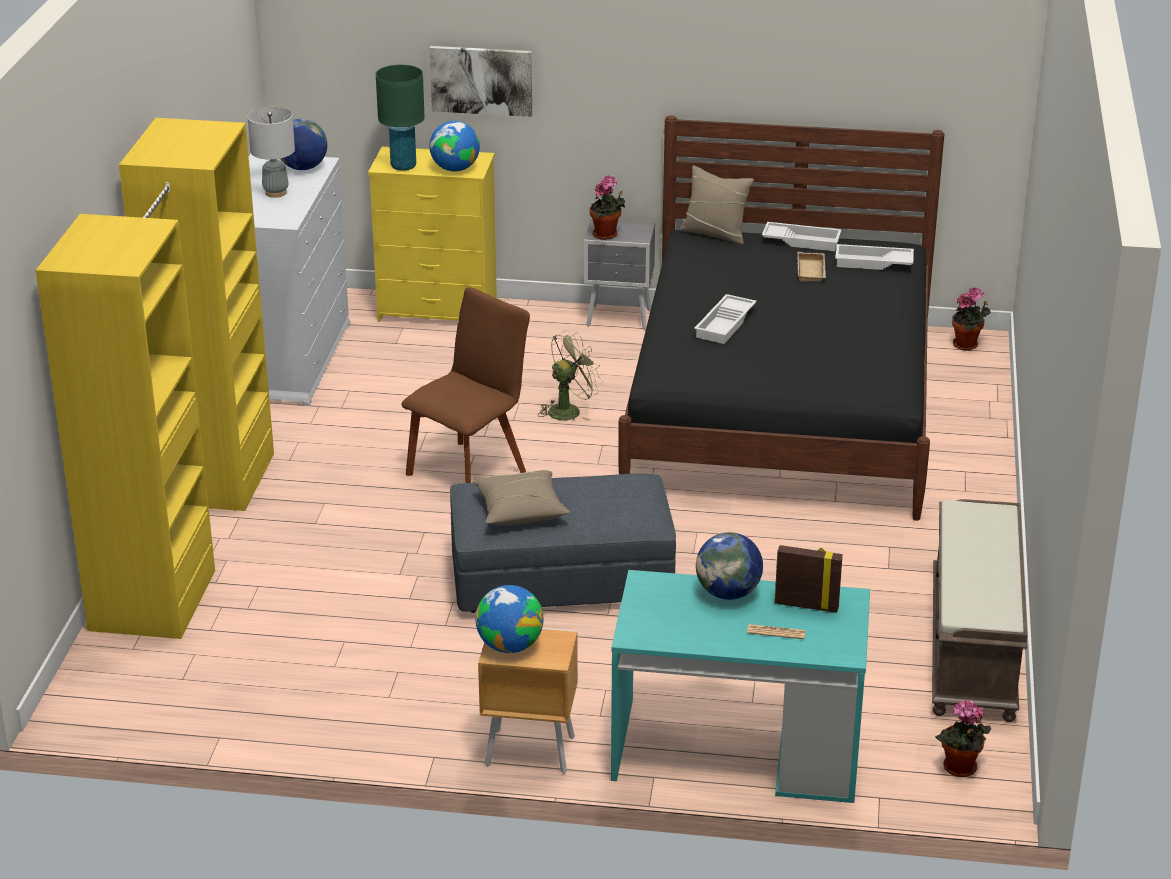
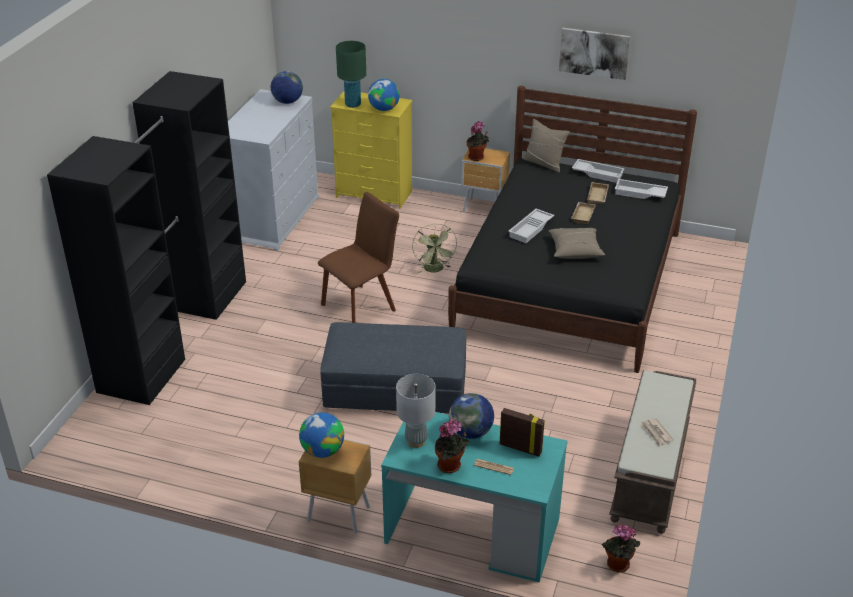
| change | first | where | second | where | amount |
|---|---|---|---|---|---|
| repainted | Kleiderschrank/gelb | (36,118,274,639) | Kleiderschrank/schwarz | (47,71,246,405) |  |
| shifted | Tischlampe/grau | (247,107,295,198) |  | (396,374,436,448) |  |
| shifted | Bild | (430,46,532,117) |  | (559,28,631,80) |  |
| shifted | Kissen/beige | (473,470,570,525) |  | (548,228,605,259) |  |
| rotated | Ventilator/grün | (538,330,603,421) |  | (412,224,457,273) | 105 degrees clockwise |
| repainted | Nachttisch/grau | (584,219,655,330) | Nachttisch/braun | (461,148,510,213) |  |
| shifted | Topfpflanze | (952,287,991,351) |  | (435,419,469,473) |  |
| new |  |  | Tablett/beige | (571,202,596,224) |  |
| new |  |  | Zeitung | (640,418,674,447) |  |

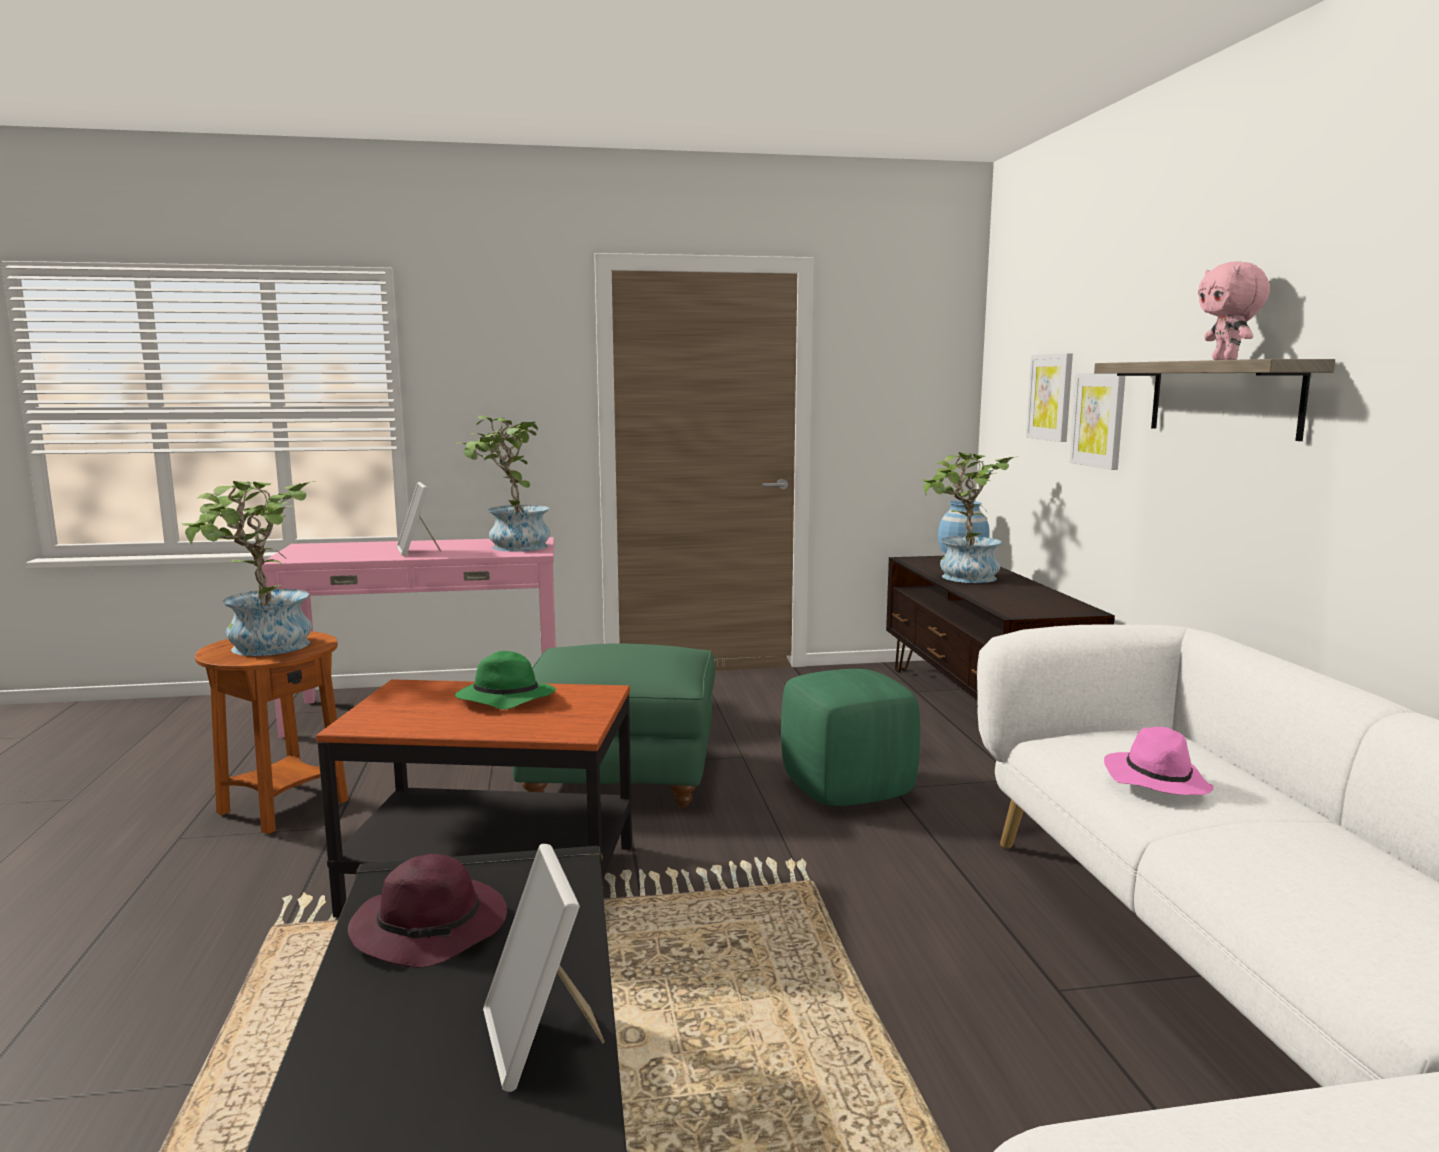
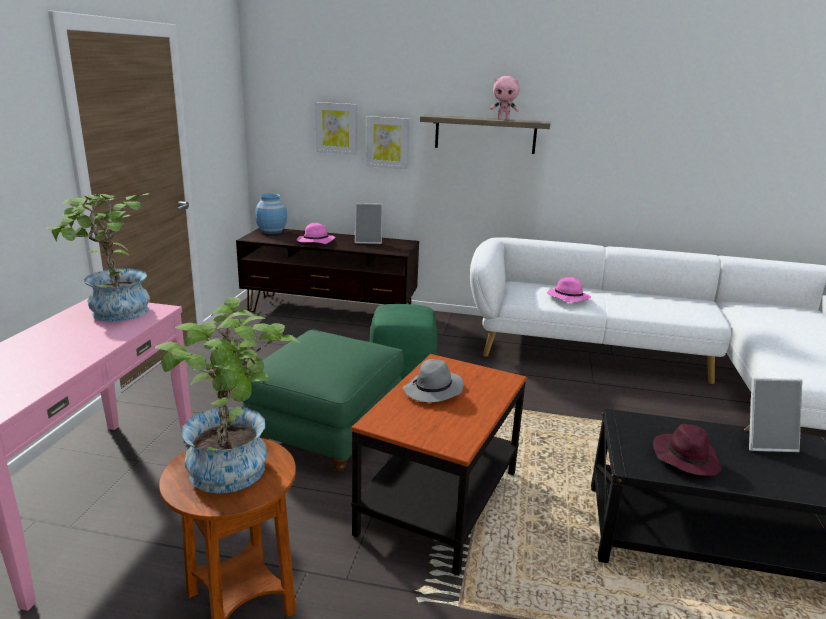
| change | first | where | second | where | amount |
|---|---|---|---|---|---|
| shifted | Bilderrahmen | (397,482,441,556) |  | (355,203,383,244) |  |
| repainted | Hut/grün | (455,651,556,710) | Hut/grau | (403,359,463,402) |  |
| swapped | Topfpflanze | (920,452,1014,583) | Hut/rosa | (297,223,335,244) |  |

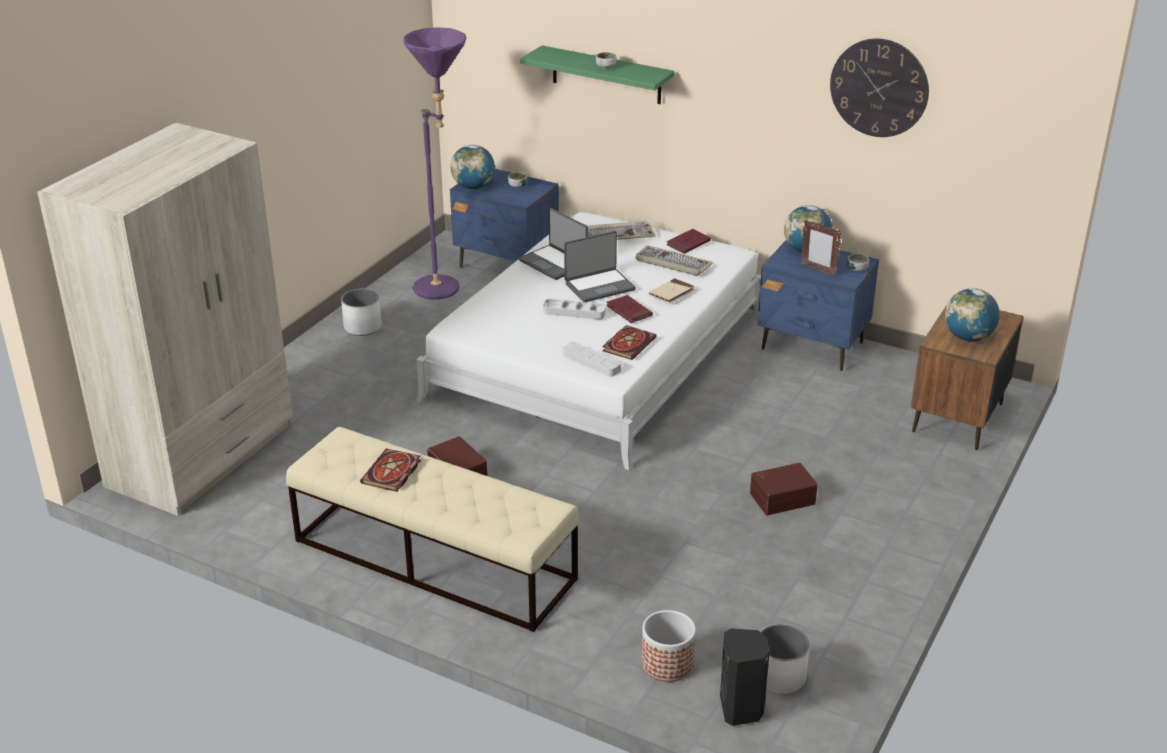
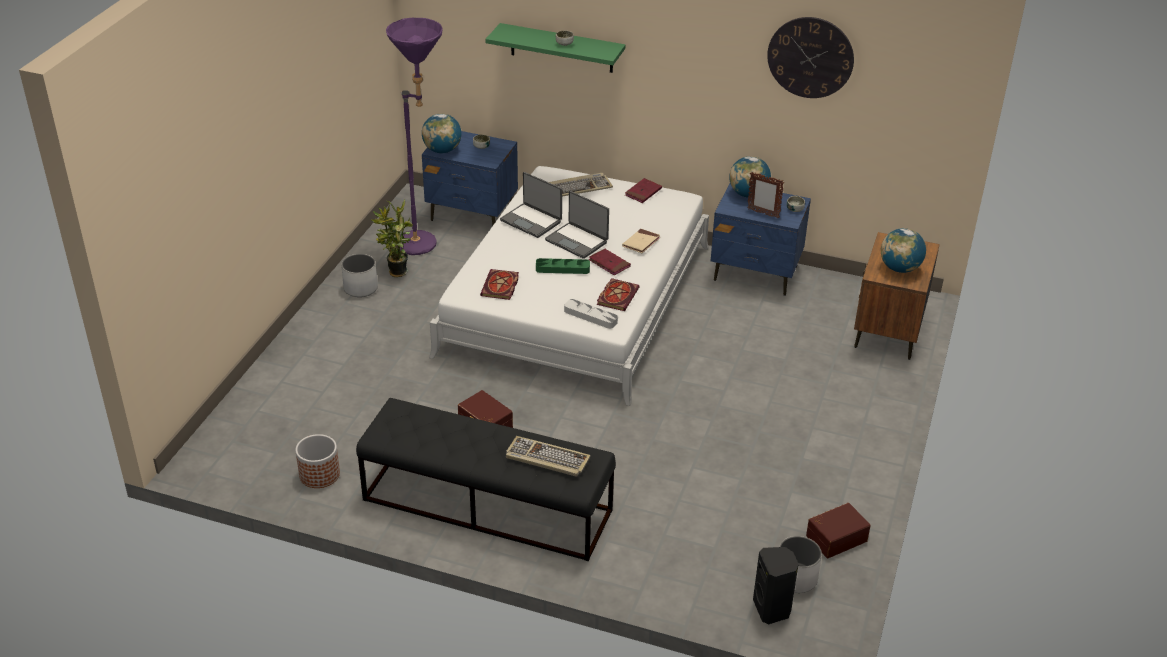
| change | first | where | second | where | amount |
|---|---|---|---|---|---|
| gone | Kleiderschrank/beige | (37,123,293,516) |  |  |  |
| repainted | Bank/beige | (286,427,579,632) | Bank/schwarz | (356,398,616,561) |  |
| shifted | Buch | (360,448,421,492) |  | (480,269,519,300) |  |
| repainted | Tablett/grau | (543,299,606,319) | Tablett/grün | (536,258,590,274) |  |
| rotated | Laptop | (564,231,636,302) |  | (545,191,609,259) | 75 degrees clockwise |
| shifted | Tastatur | (635,245,713,276) |  | (506,436,590,477) |  |
| shifted | Pflanzkübel | (642,610,696,682) |  | (295,434,340,488) |  |
| shifted | Aufbewahrungsbox/braun | (750,462,818,515) |  | (806,503,871,558) |  |
| new |  |  | Topfpflanze | (371,199,413,277) |  |

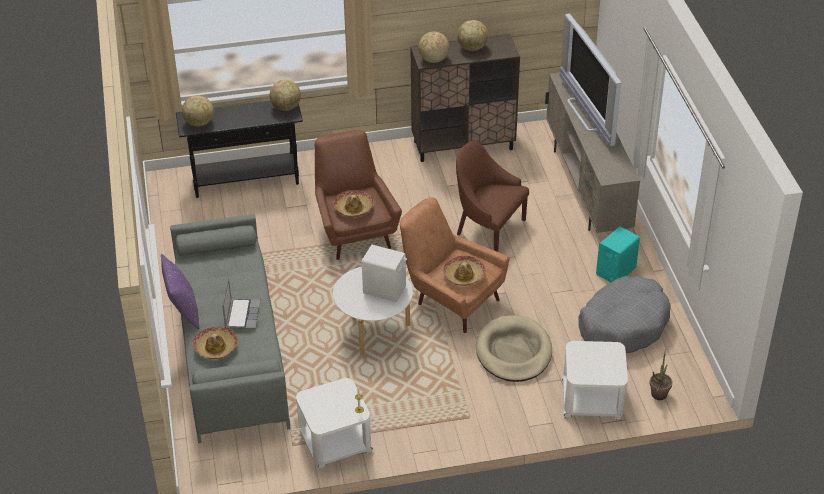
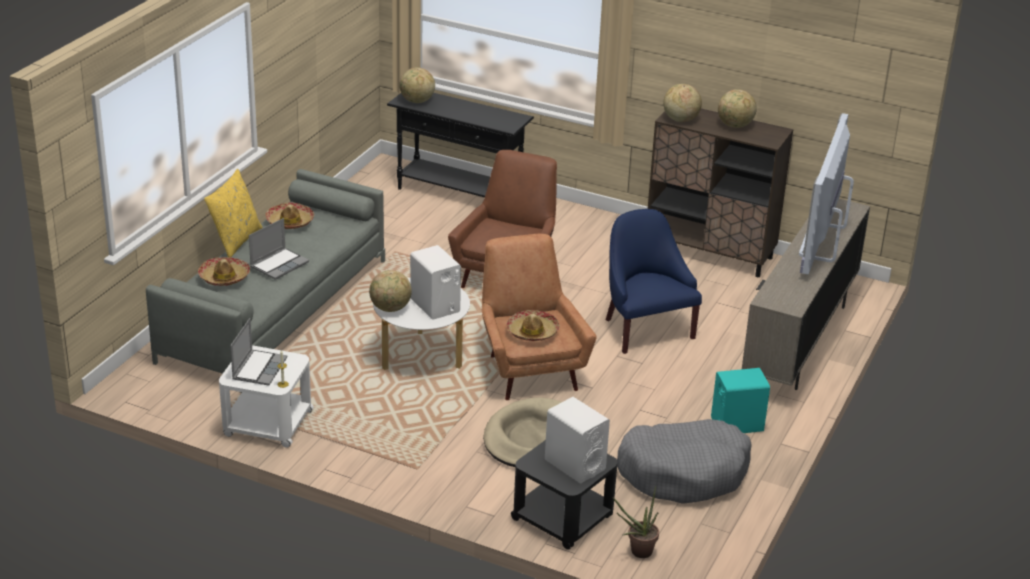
| change | first | where | second | where | amount |
|---|---|---|---|---|---|
| repainted | Kissen/lila | (161,254,199,330) | Kissen/gelb | (204,169,263,257) |  |
| shifted | Globus | (270,80,301,111) |  | (369,270,412,312) |  |
| shifted | Hut | (334,190,374,217) |  | (265,202,314,229) |  |
| repainted | Sessel/braun | (456,140,529,252) | Sessel/blau | (606,209,702,354) |  |
| repainted | Beistelltisch/weiß | (562,341,628,420) | Beistelltisch/schwarz | (511,440,618,550) |  |
| new |  |  | Laptop | (230,318,287,386) |  |
| new |  |  | Lautsprecher/weiß | (545,397,610,483) |  |

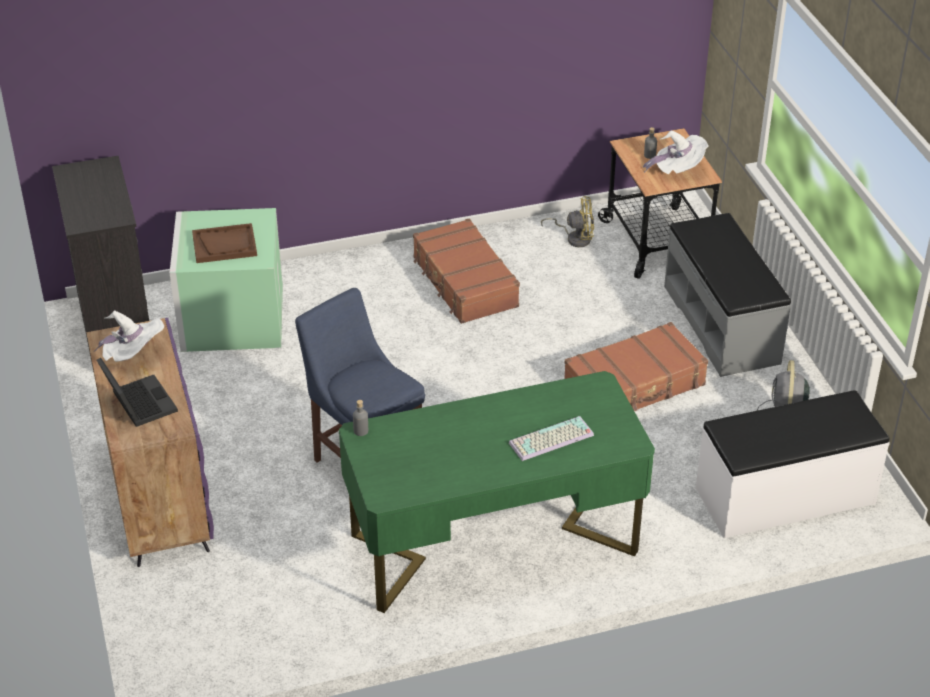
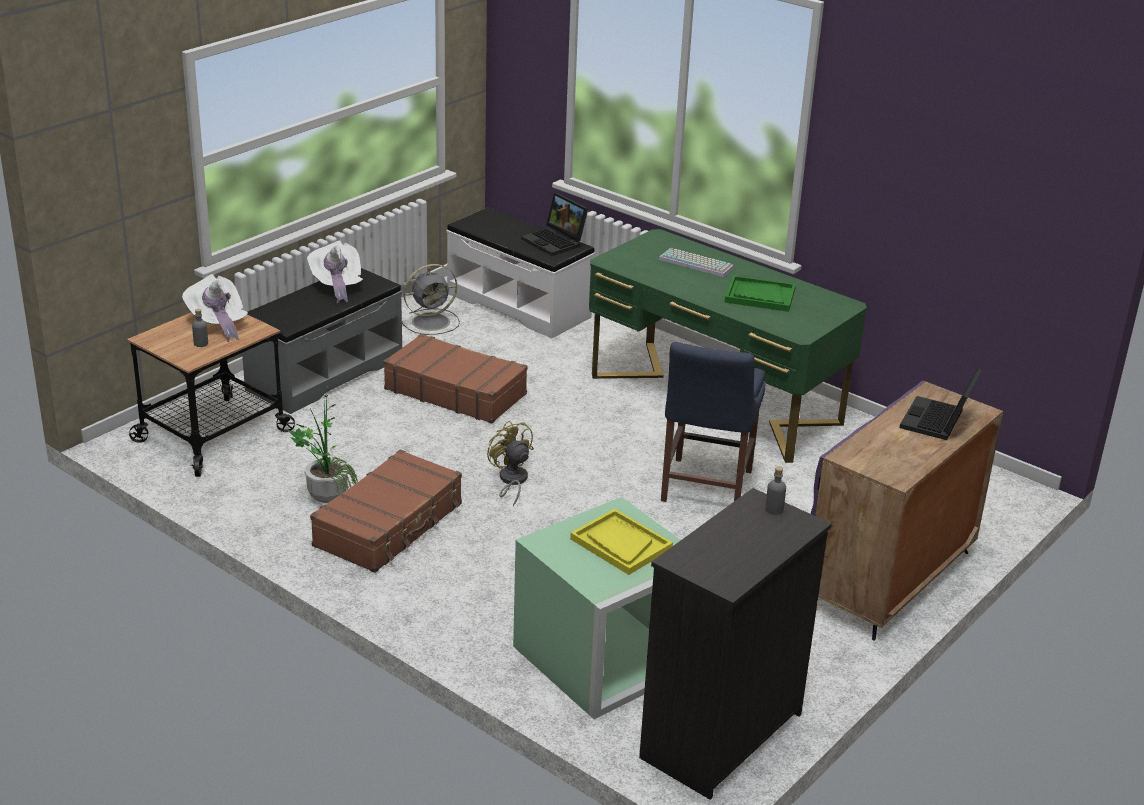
| change | first | where | second | where | amount |
|---|---|---|---|---|---|
| shifted | Hut/weiß | (94,311,164,362) |  | (307,240,363,303) |  |
| repainted | Tablett/braun | (192,223,257,263) | Tablett/gelb | (570,509,673,575) |  |
| shifted | Flasche/grau | (353,400,368,436) |  | (765,466,786,515) |  |
| shifted | Ventilator/gelb | (541,196,594,247) |  | (487,421,534,507) |  |
| new |  |  | Topfpflanze | (287,395,358,503) |  |
| new |  |  | Laptop | (521,193,588,256) |  |
| new |  |  | Tablett/grün | (725,275,796,312) |  |

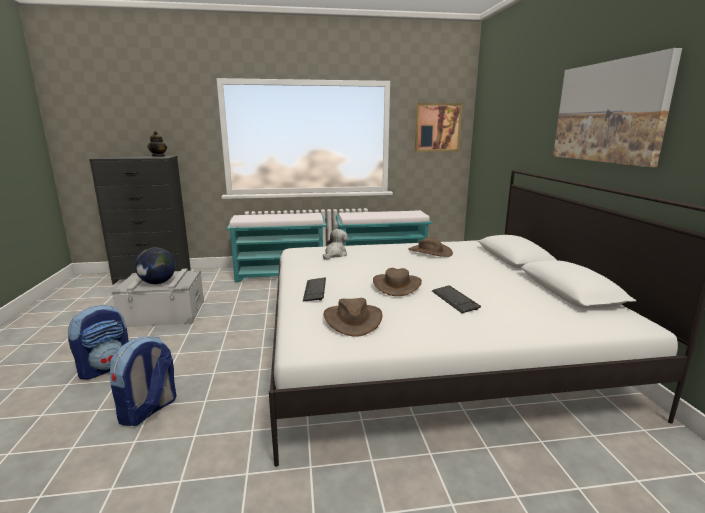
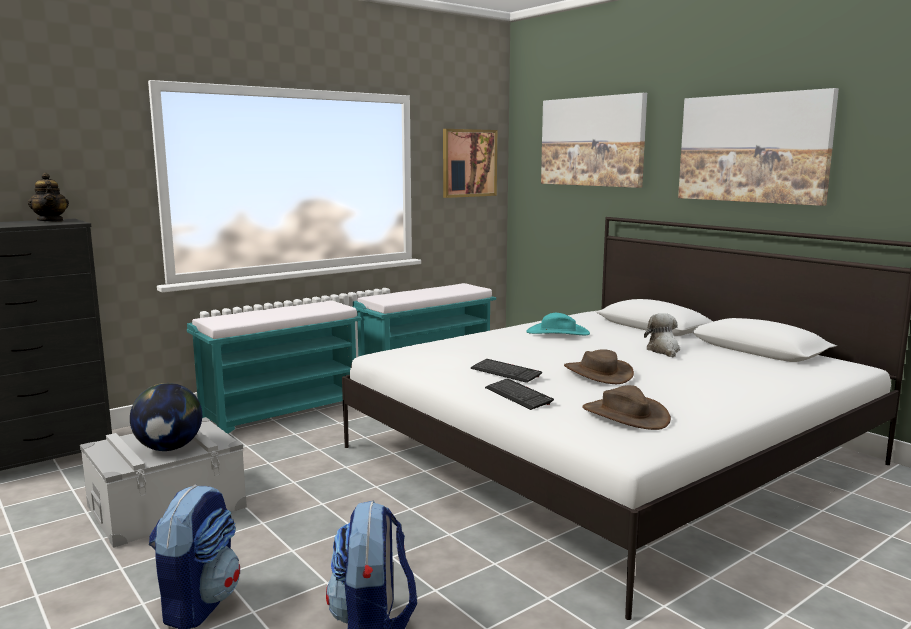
| change | first | where | second | where | amount |
|---|---|---|---|---|---|
| shifted | Plüschtier | (323,229,348,259) |  | (644,313,680,357) |  |
| repainted | Hut/braun | (408,237,453,257) | Hut/türkis | (526,313,590,335) |  |
| shifted | Tastatur | (432,285,481,313) |  | (470,359,542,383) |  |
| new |  |  | Bild | (541,93,647,188) |  |

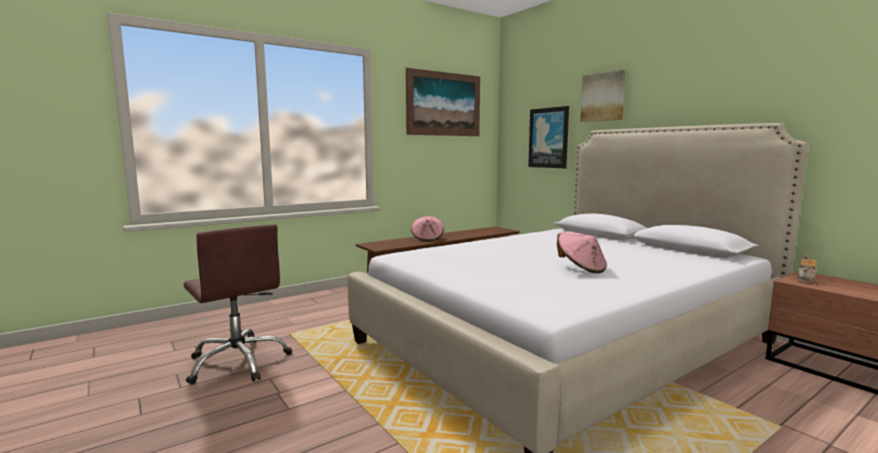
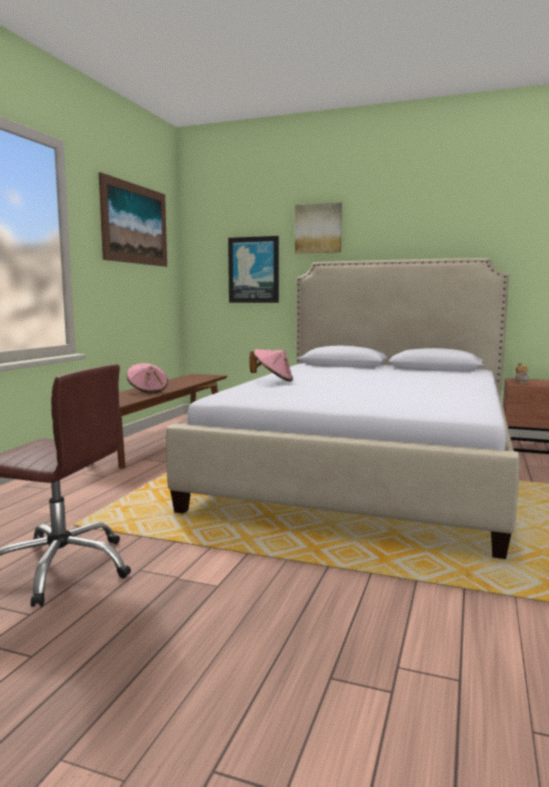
| change | first | where | second | where | amount |
|---|---|---|---|---|---|
| shifted | Hut/rosa | (557,231,607,273) |  | (250,349,293,382) |  |

